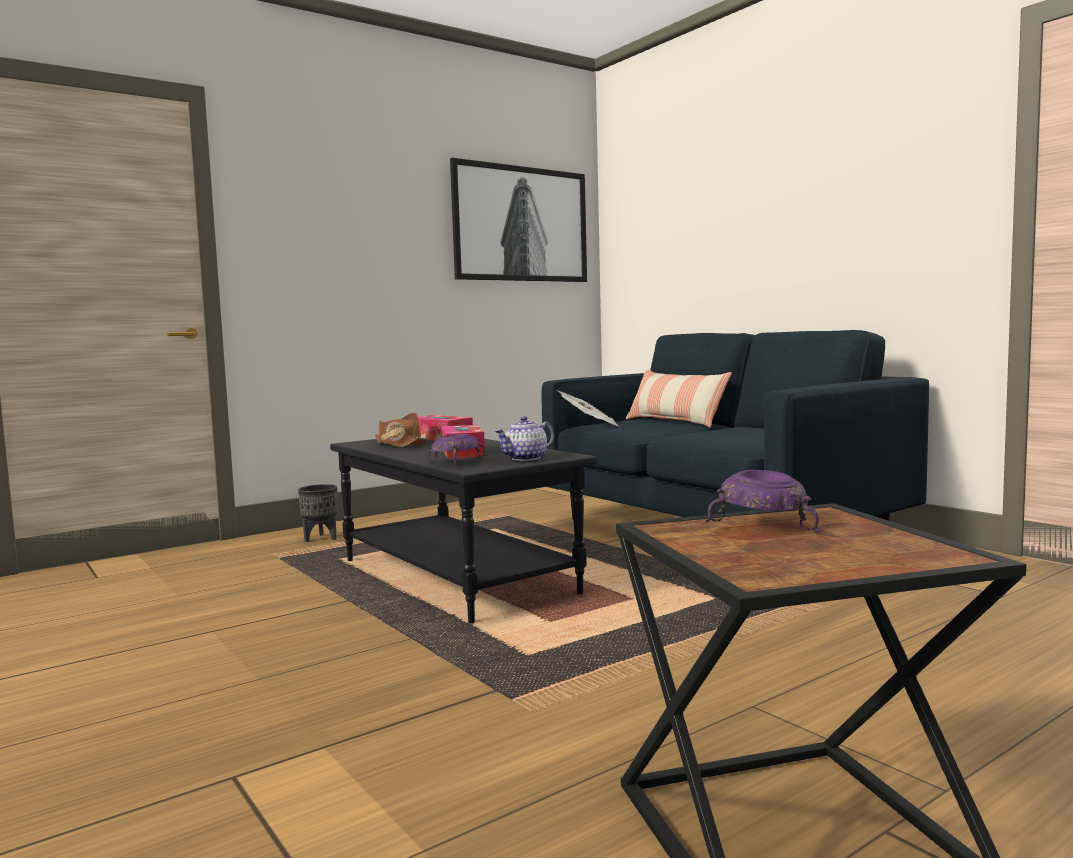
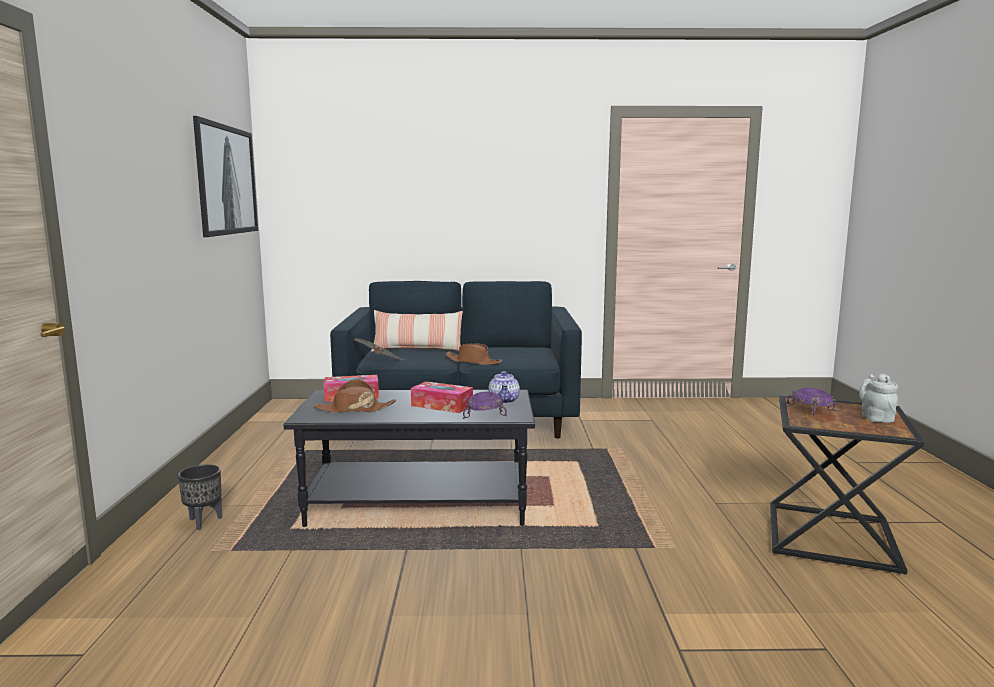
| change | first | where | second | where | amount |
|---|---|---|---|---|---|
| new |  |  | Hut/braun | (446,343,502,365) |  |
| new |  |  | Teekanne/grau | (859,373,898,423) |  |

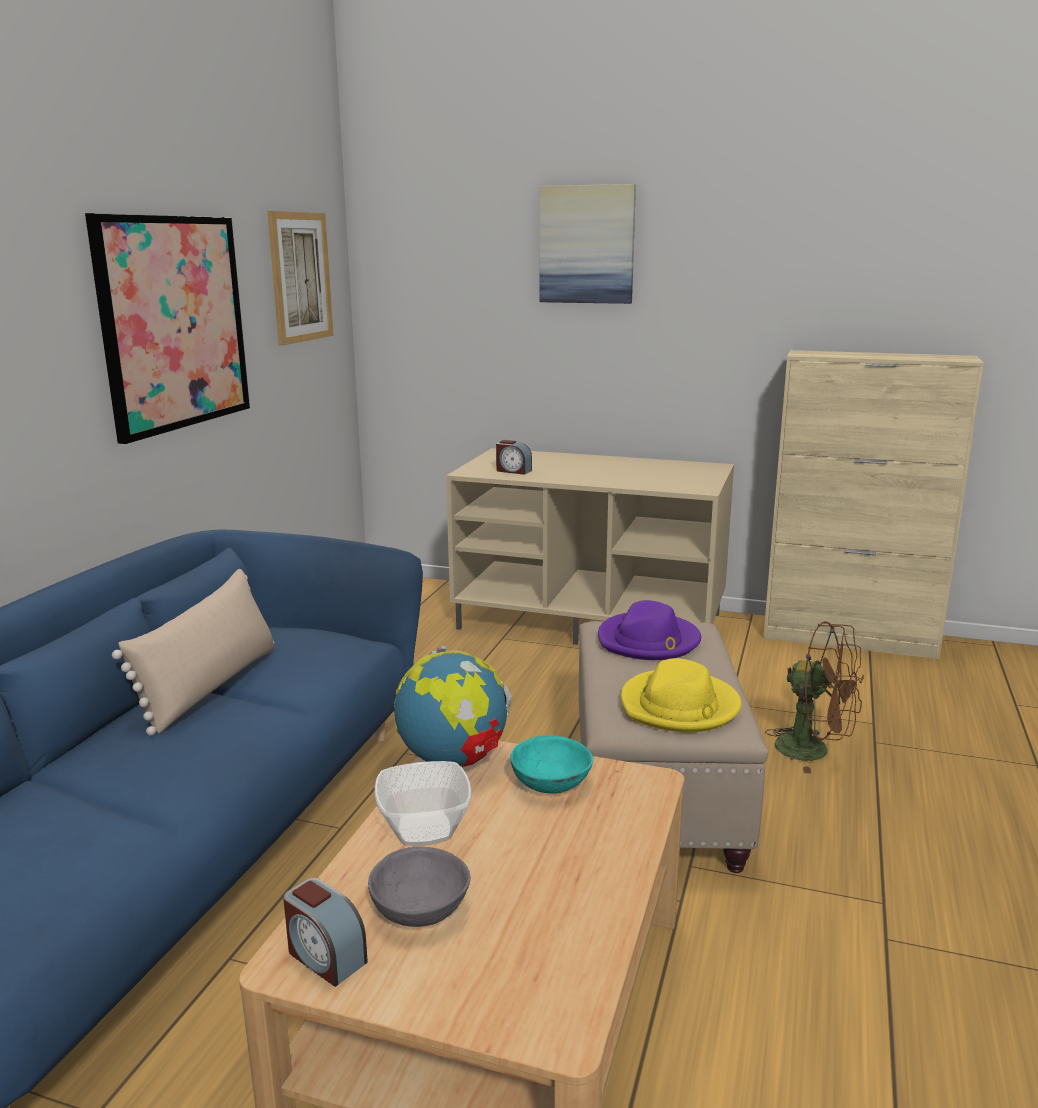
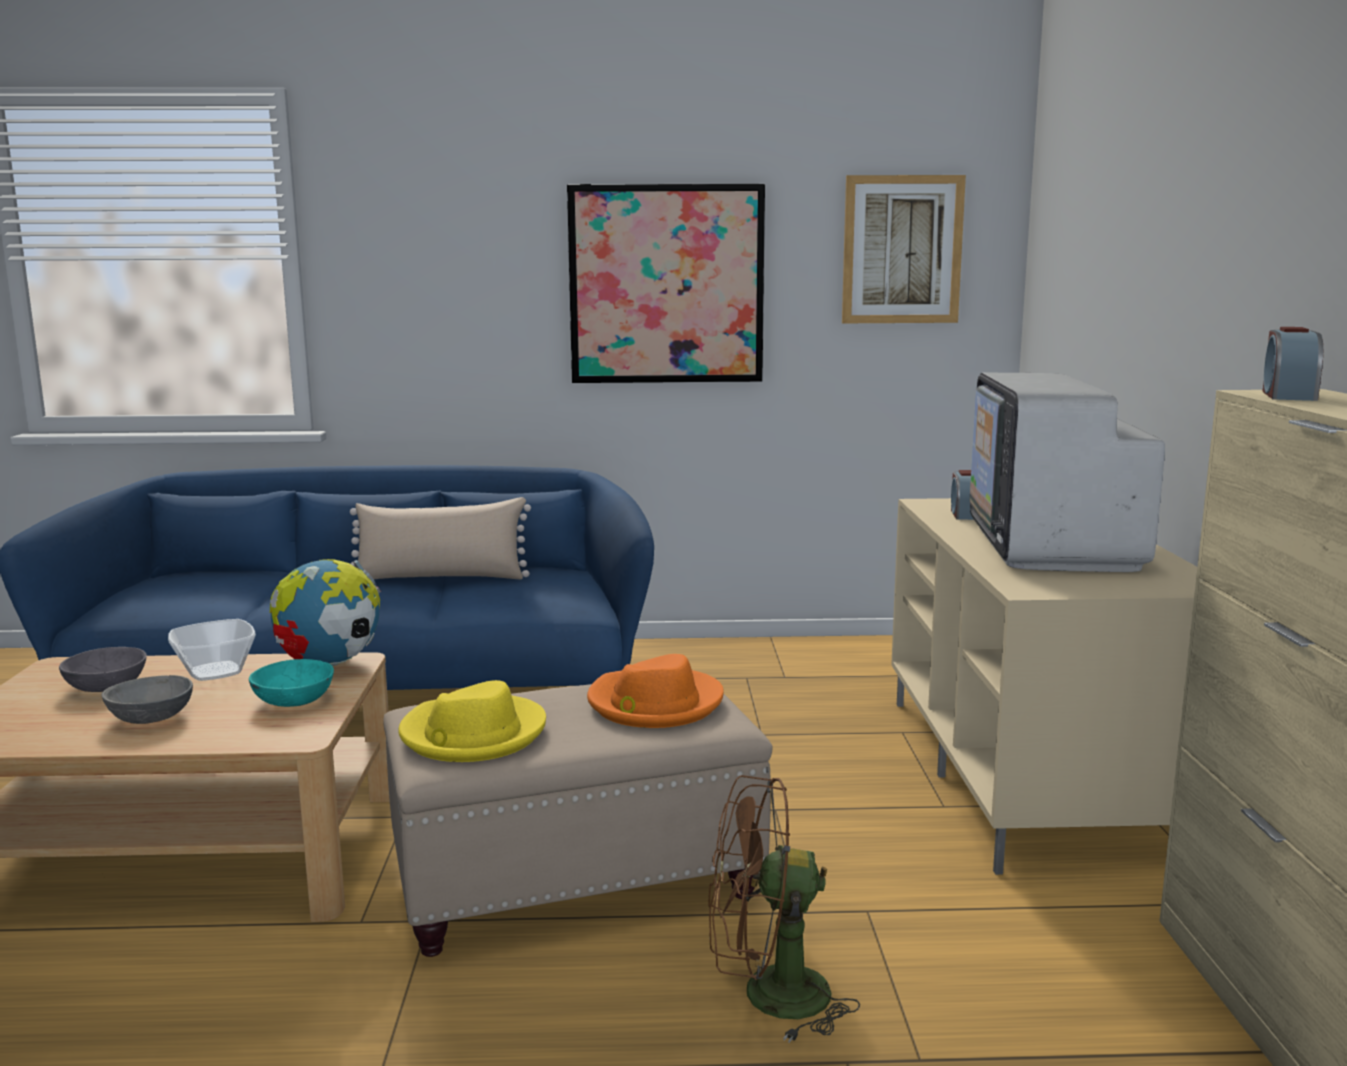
| change | first | where | second | where | amount |
|---|---|---|---|---|---|
| shifted | Wecker | (283,878,368,987) |  | (1263,327,1323,401) |  |
| gone | Bild | (539,184,636,304) |  |  |  |
| repainted | Hut/lila | (598,600,701,660) | Hut/orange | (587,654,724,728) |  |
| rotated | Ventilator/braun | (765,621,864,773) |  | (708,775,860,1043) | 75 degrees clockwise |
| new |  |  | Schüssel/grau | (102,675,193,724) |  |
| new |  |  | Fernseher | (970,373,1165,572) |  |

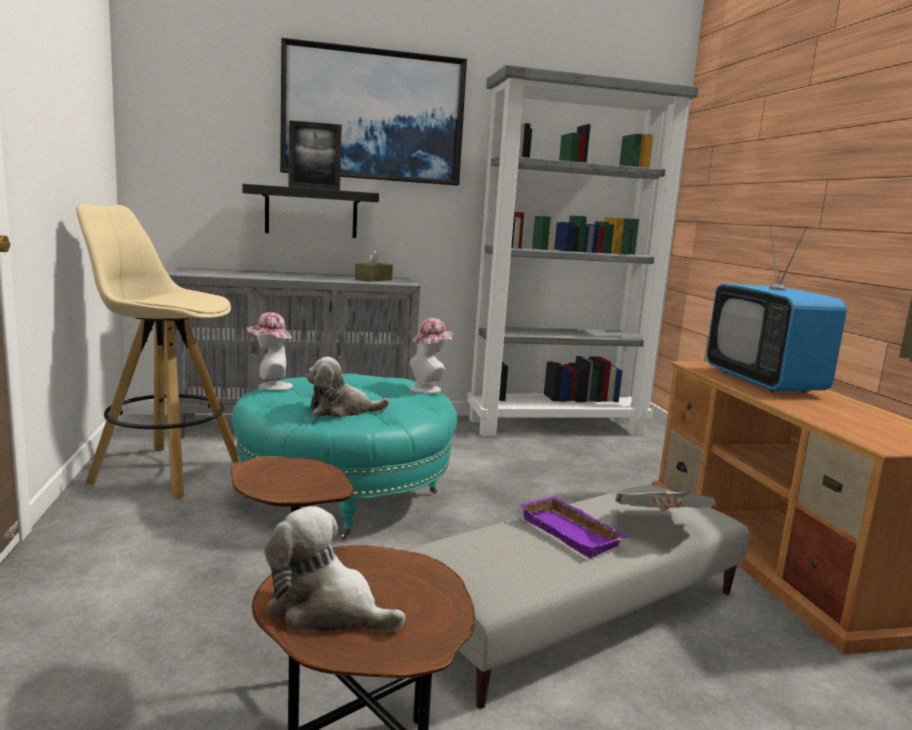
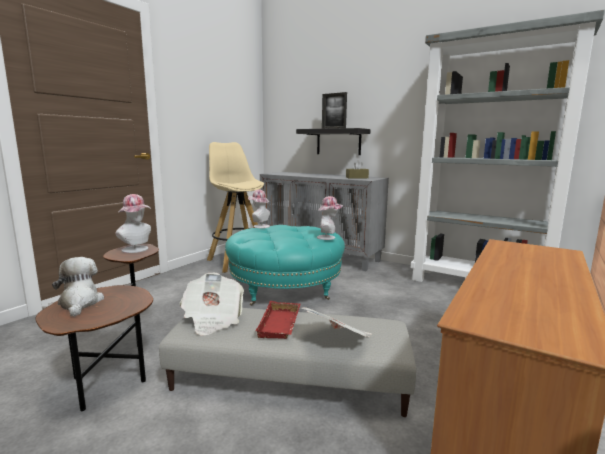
| change | first | where | second | where | amount |
|---|---|---|---|---|---|
| gone | Bild | (280,38,467,186) |  |  |  |
| gone | Plüschtier | (306,357,390,418) |  |  |  |
| repainted | Tablett/lila | (518,496,629,558) | Tablett/rot | (255,301,300,339) |  |
| gone | Fernseher | (706,224,847,393) |  |  |  |
| new |  |  | Hut | (115,194,151,253) |  |
| new |  |  | Zeitung | (180,273,244,336) |  |

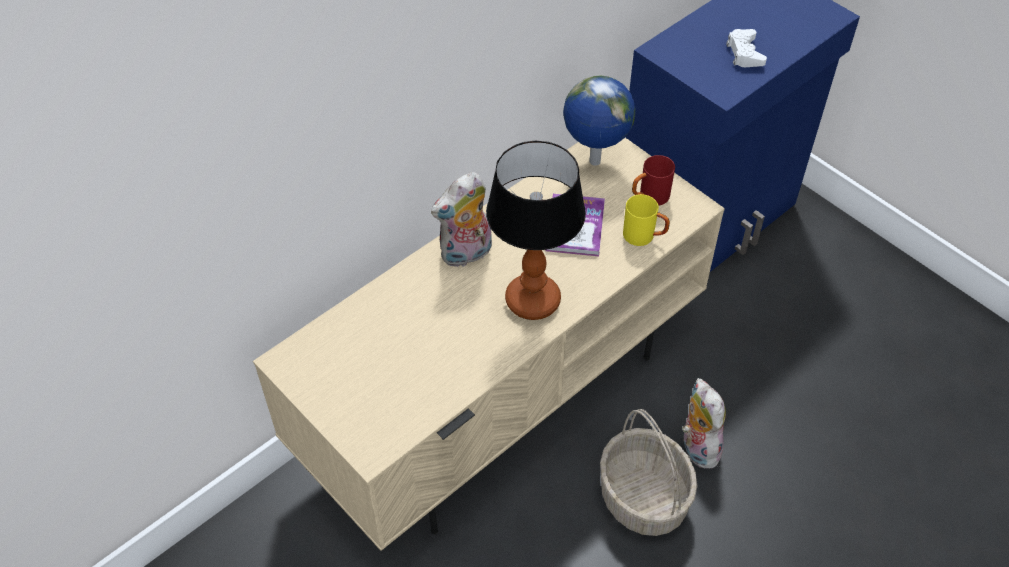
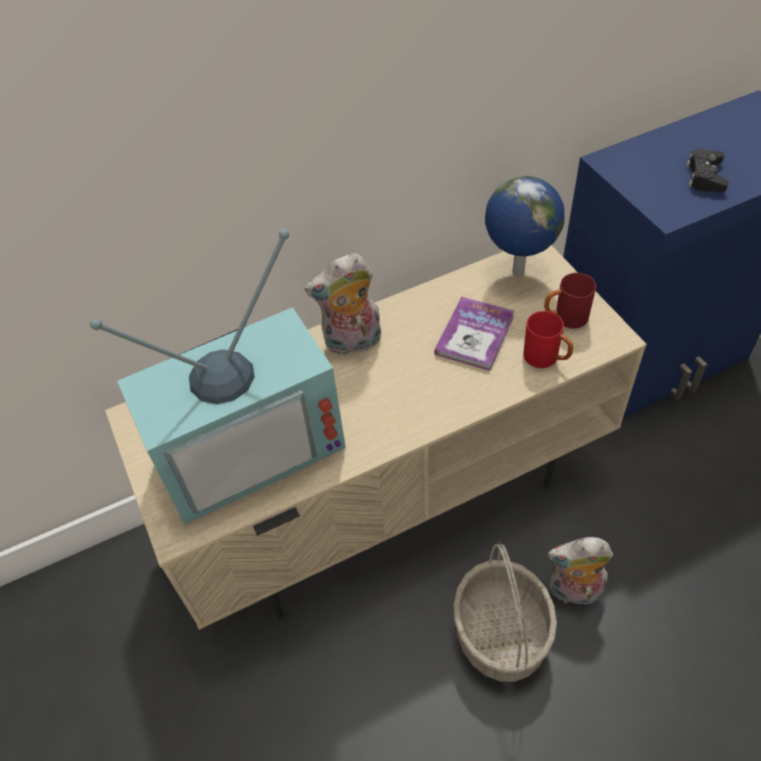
| change | first | where | second | where | amount |
|---|---|---|---|---|---|
| gone | Tischlampe | (486,141,586,320) |  |  |  |
| repainted | Henkelbecher/gelb | (623,194,670,246) | Henkelbecher/rot | (523,311,573,368) |  |
| rotated | Plüschtier | (682,378,726,469) |  | (548,537,613,605) | 90 degrees counterclockwise |
| repainted | Gamepad/weiß | (726,29,767,67) | Gamepad/schwarz | (686,148,729,192) |  |
| new |  |  | Fernseher | (90,229,346,525) |  |

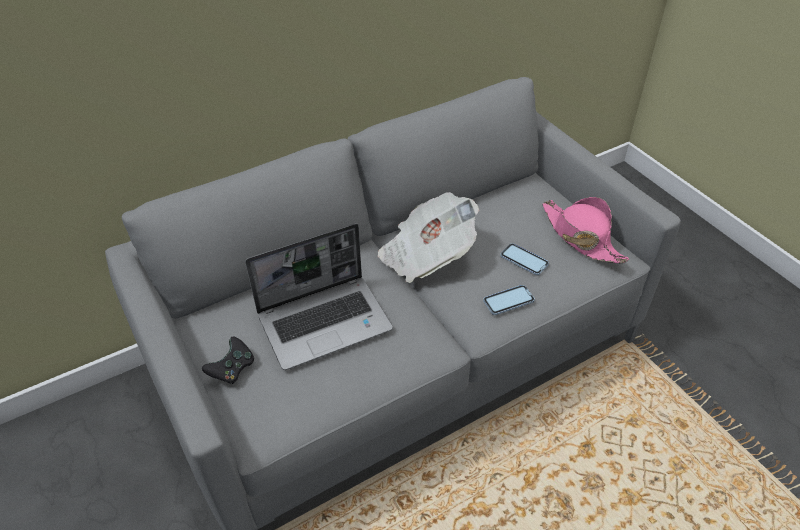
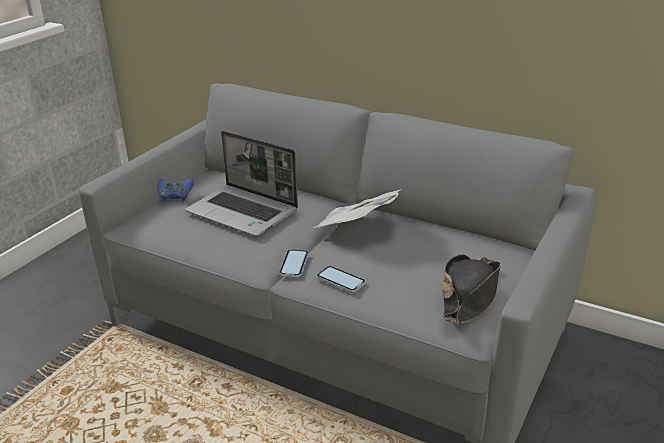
| change | first | where | second | where | amount |
|---|---|---|---|---|---|
| repainted | Gamepad/schwarz | (202,336,254,384) | Gamepad/blau | (157,179,194,201) |  |
| shifted | Handy | (500,243,549,275) |  | (279,249,309,277) |  |
| repainted | Hut/rosa | (542,197,629,263) | Hut/schwarz | (442,254,501,324) |  |

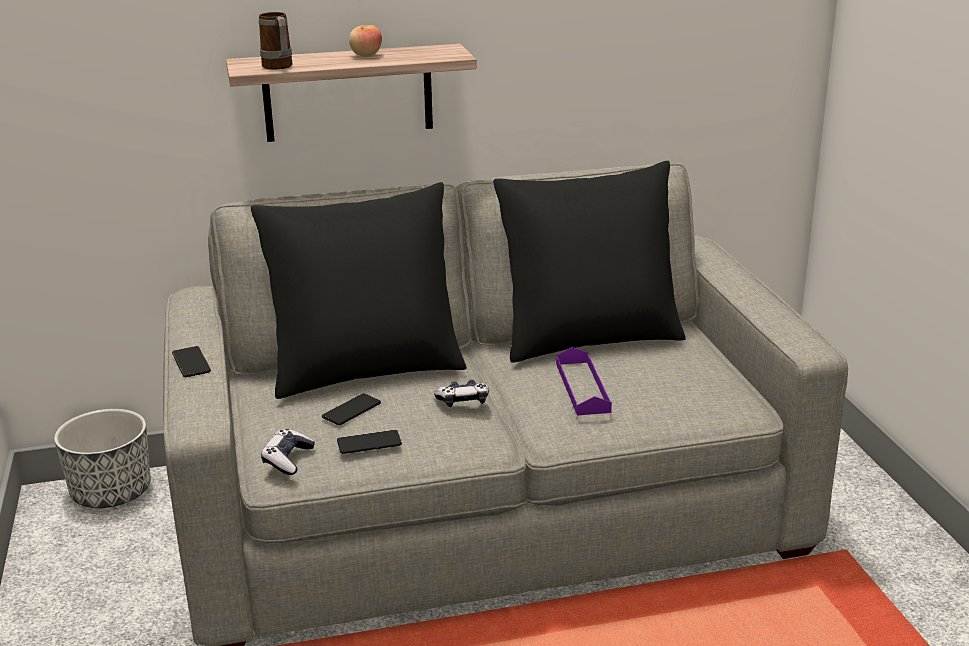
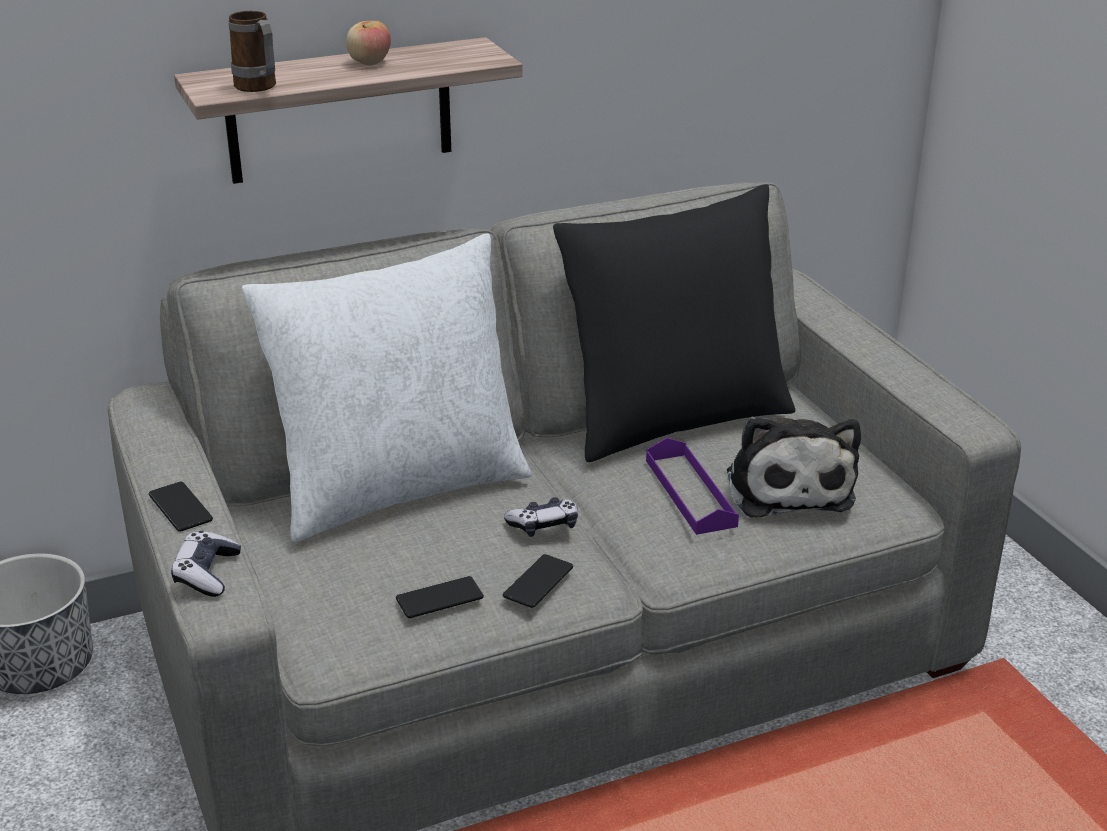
| change | first | where | second | where | amount |
|---|---|---|---|---|---|
| repainted | Kissen/schwarz | (251,182,467,399) | Kissen/weiß | (242,233,532,542) |  |
| shifted | Gamepad | (261,429,315,475) |  | (171,531,241,597) |  |
| shifted | Handy | (322,393,381,425) |  | (503,554,573,608) |  |
| new |  |  | Plüschtier | (727,416,861,518) |  |

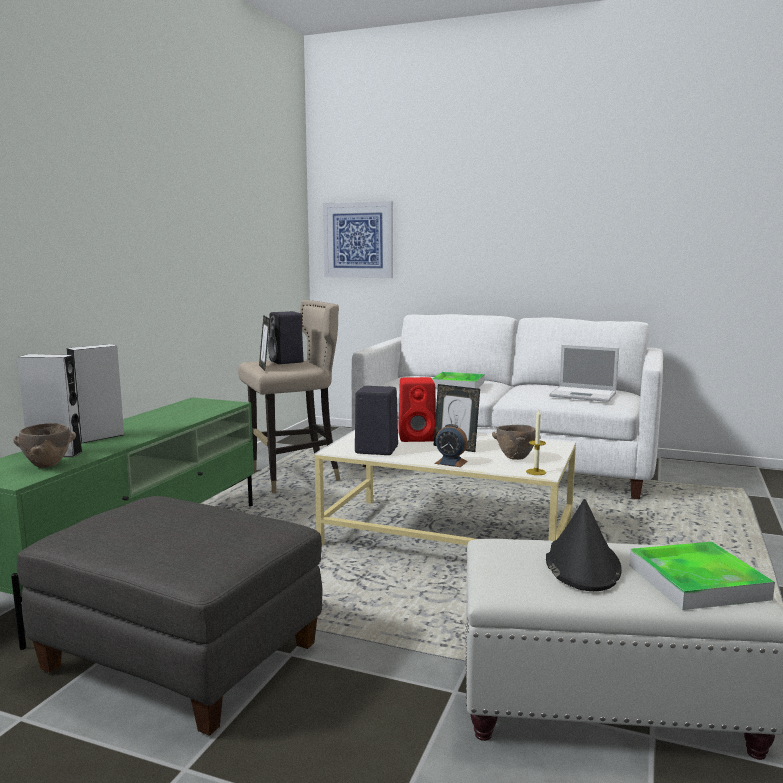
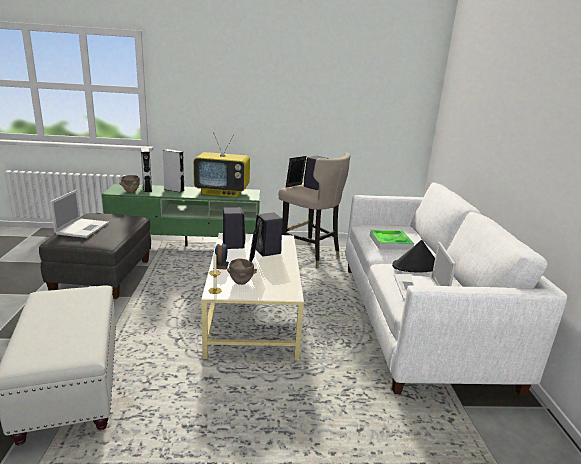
| change | first | where | second | where | amount |
|---|---|---|---|---|---|
| gone | Bild | (323,201,393,278) |  |  |  |
| repainted | Lautsprecher/rot | (398,377,436,442) | Lautsprecher/schwarz | (255,212,283,256) |  |
| shifted | Hut/schwarz | (546,499,622,591) |  | (392,240,435,273) |  |
| gone | Tablett | (629,542,775,610) |  |  |  |
| new |  |  | Laptop | (50,190,109,238) |  |
| new |  |  | Fernseher | (193,132,250,197) |  |

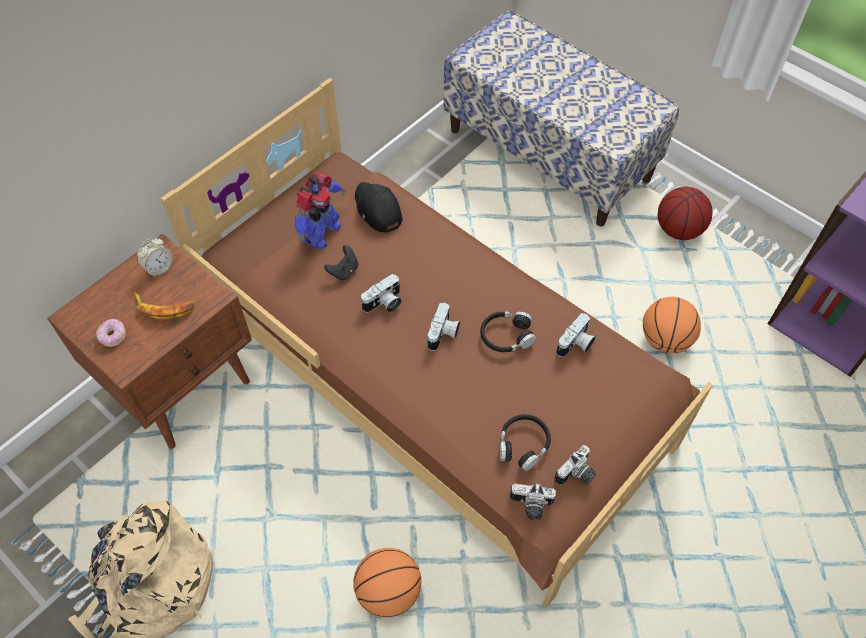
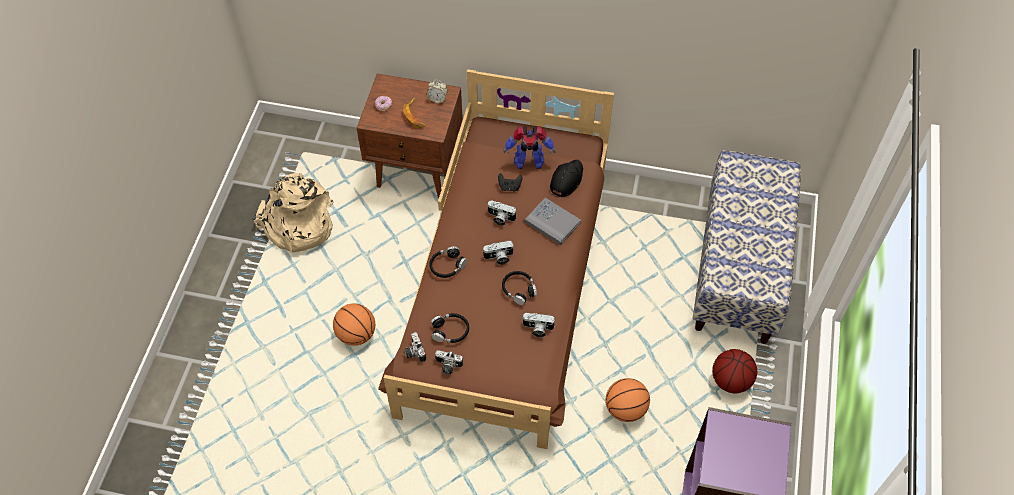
| change | first | where | second | where | amount |
|---|---|---|---|---|---|
| new |  |  | Kopfhörer/schwarz | (429,246,467,278) |  |
| new |  |  | Buch/grau | (525,198,581,245) |  |

